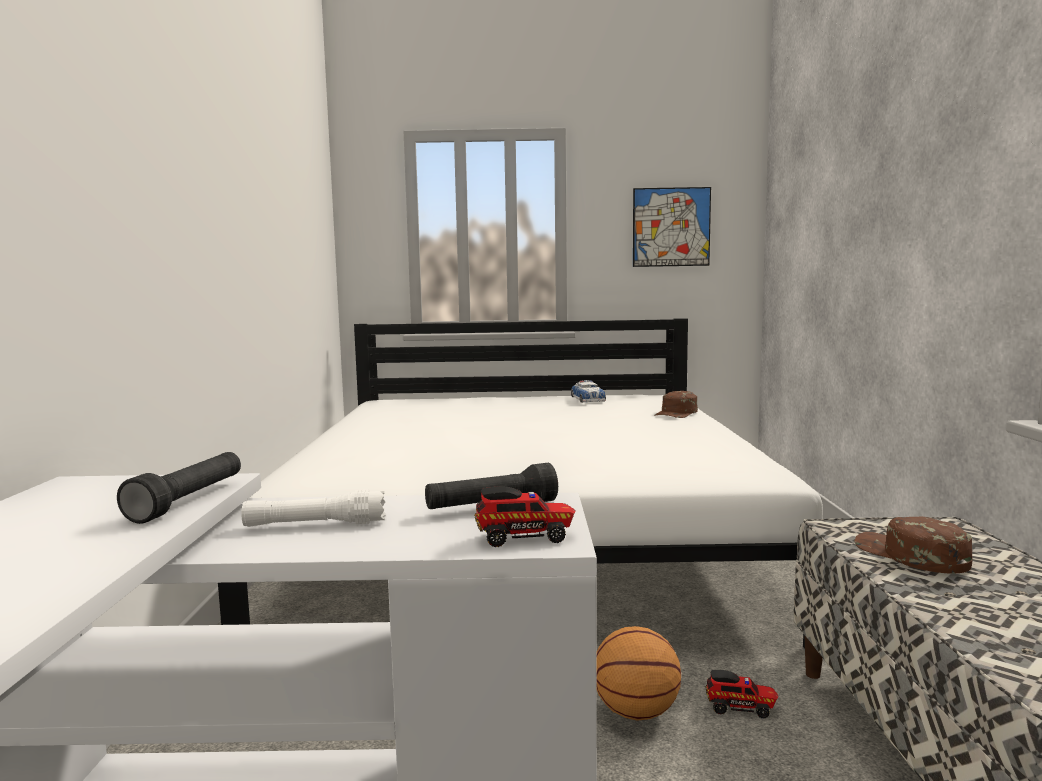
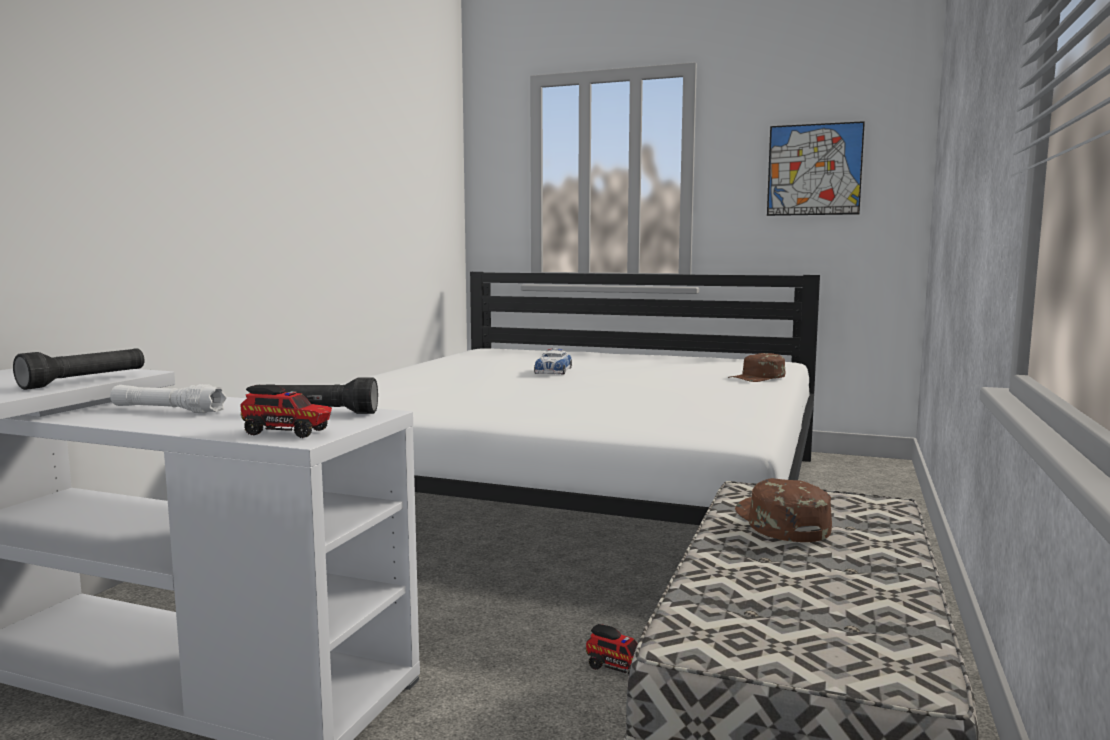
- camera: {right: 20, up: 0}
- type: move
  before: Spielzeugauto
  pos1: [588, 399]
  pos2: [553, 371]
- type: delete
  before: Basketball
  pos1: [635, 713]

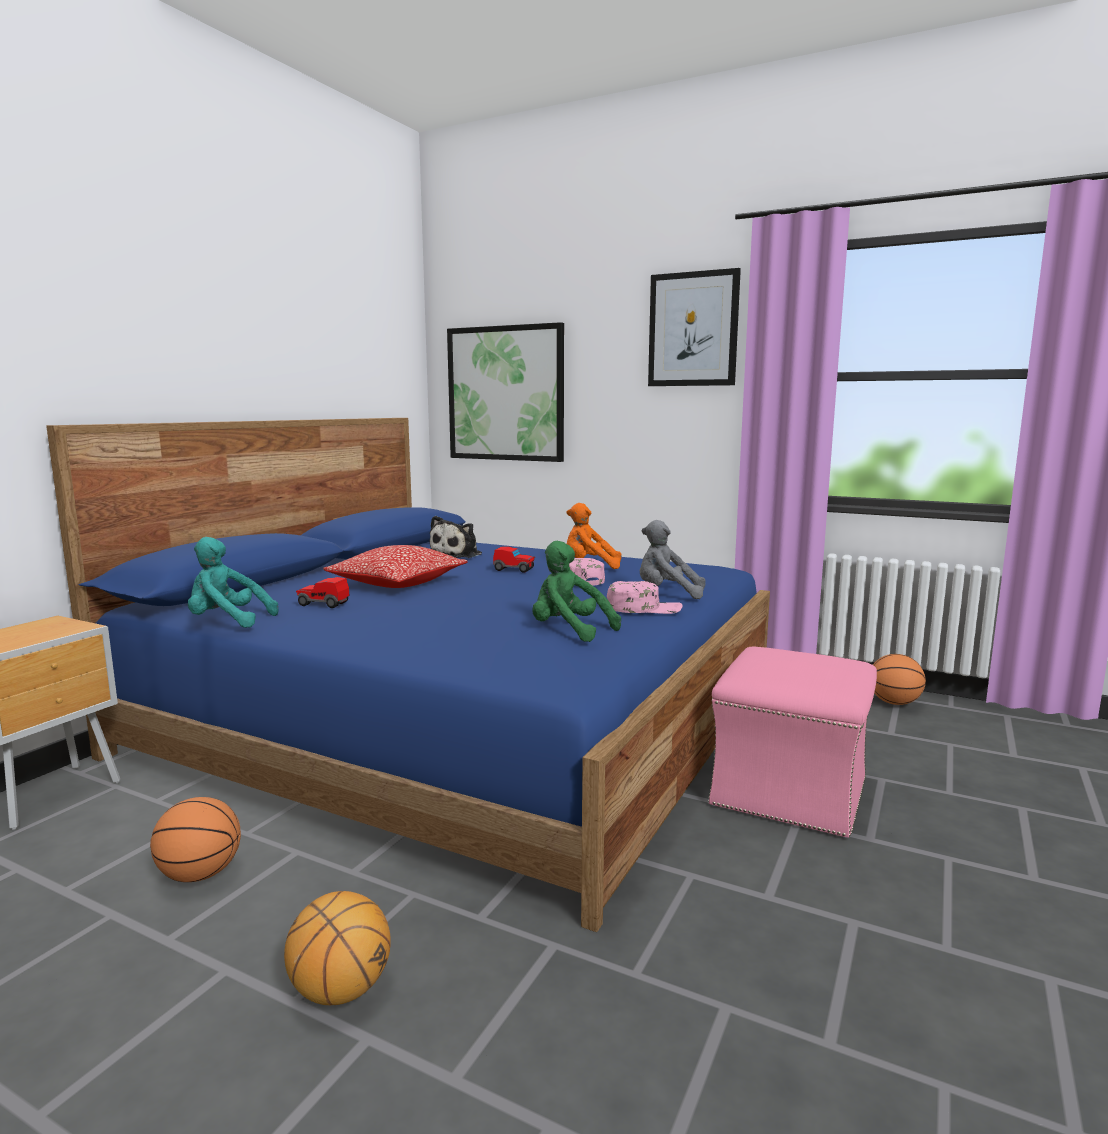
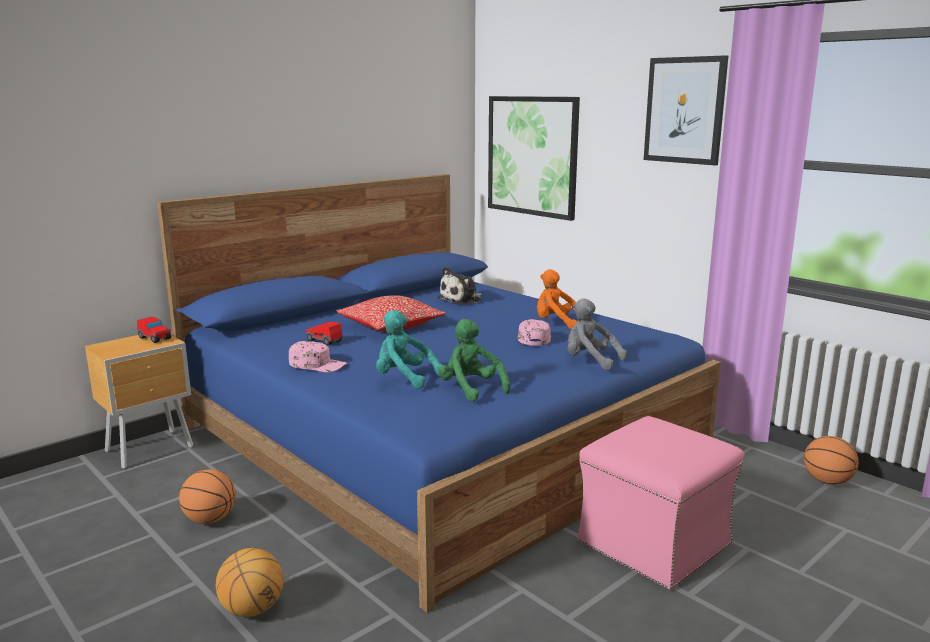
- camera: {right: 20, up: 5}
- type: move
  before: Plüschtier/türkis
  pos1: [227, 621]
  pos2: [404, 378]
- type: move
  before: Spielzeugauto
  pos1: [514, 569]
  pos2: [155, 338]
- type: move
  before: Kappe/rosa
  pos1: [643, 608]
  pos2: [317, 364]

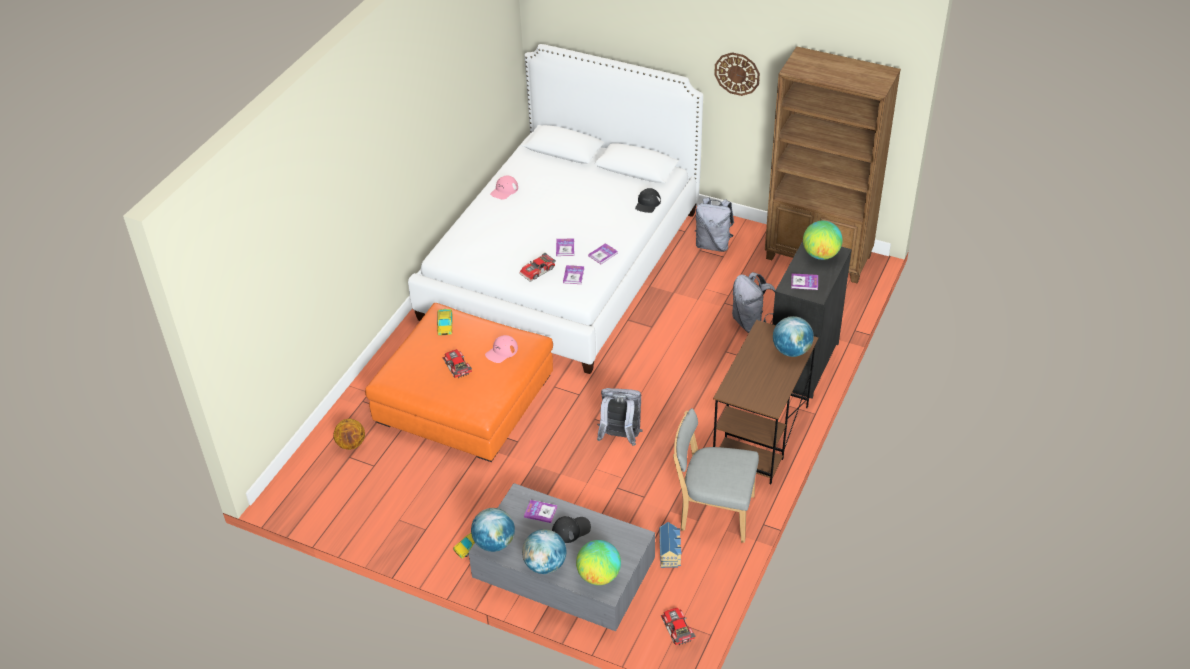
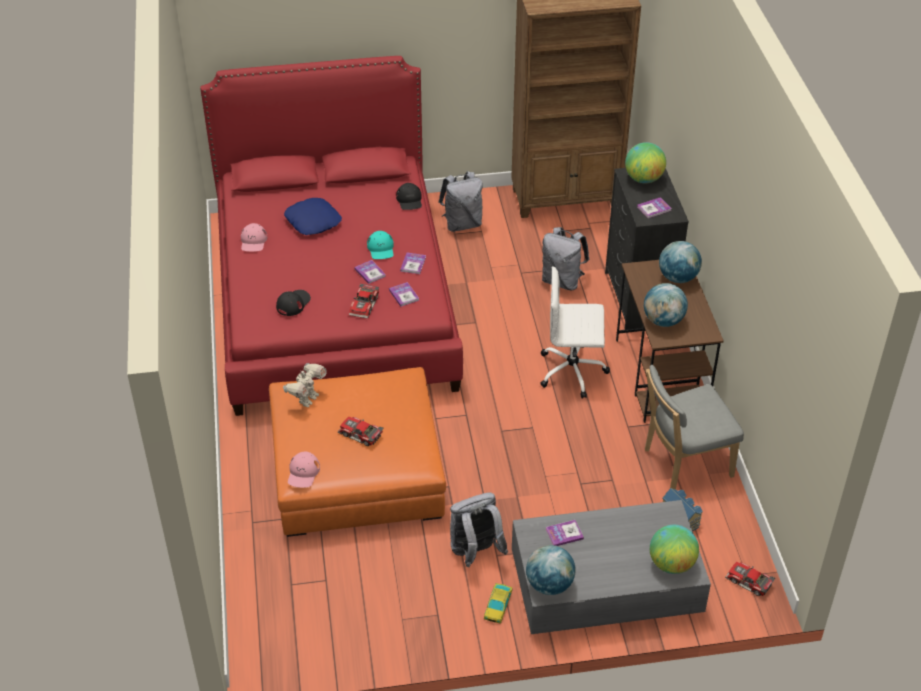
- camera: {right: -35, up: 0}
- type: delete
  before: Basketball
  pos1: [351, 444]
- type: recolor
  before: Bett/weiß
  after: Bett/rot
  pos1: [561, 263]
  pos2: [333, 299]
- type: replace
  before: Spielzeugauto
  after: Spielzeugroboter
  pos1: [445, 324]
  pos2: [307, 399]
- type: move
  before: Kappe/rosa
  pos1: [501, 351]
  pos2: [303, 473]
- type: move
  before: Globus
  pos1: [545, 565]
  pos2: [663, 321]
- type: move
  before: Kappe/schwarz
  pos1: [571, 530]
  pos2: [293, 303]
- type: move
  before: Rucksack/grau
  pos1: [620, 437]
  pos2: [475, 552]
- type: delete
  before: Wanduhr
  pos1: [737, 73]
- type: insert
  after: Kissen/blau
  pos2: [313, 221]
- type: insert
  after: Kappe/türkis
  pos2: [381, 249]
- type: insert
  after: Bürostuhl/weiß
  pos2: [573, 371]

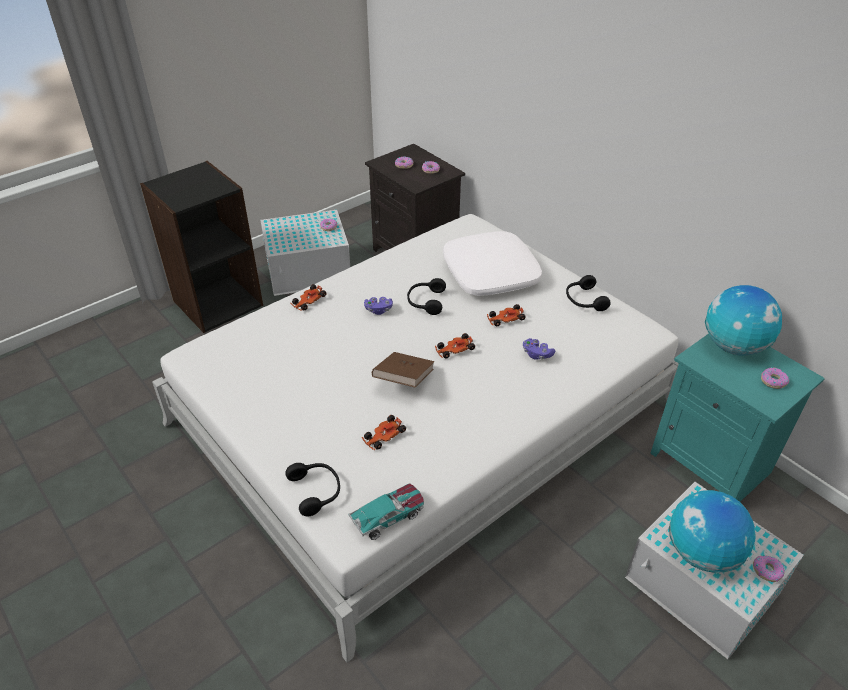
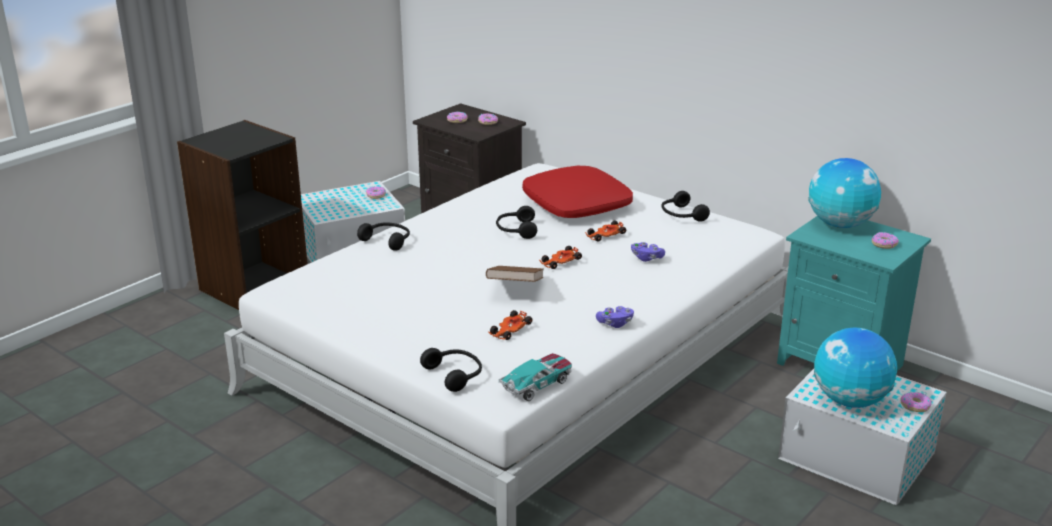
- camera: {right: -10, up: -15}
- type: replace
  before: Spielzeugauto
  after: Kopfhörer/schwarz
  pos1: [308, 301]
  pos2: [387, 240]
- type: move
  before: Gamepad/lila
  pos1: [378, 310]
  pos2: [615, 323]
- type: recolor
  before: Kissen/weiß
  after: Kissen/rot
  pos1: [491, 273]
  pos2: [577, 205]

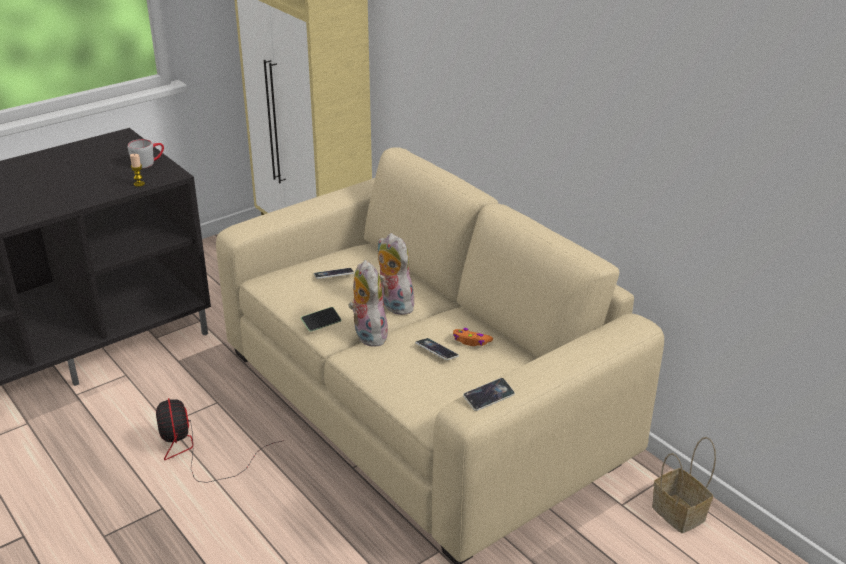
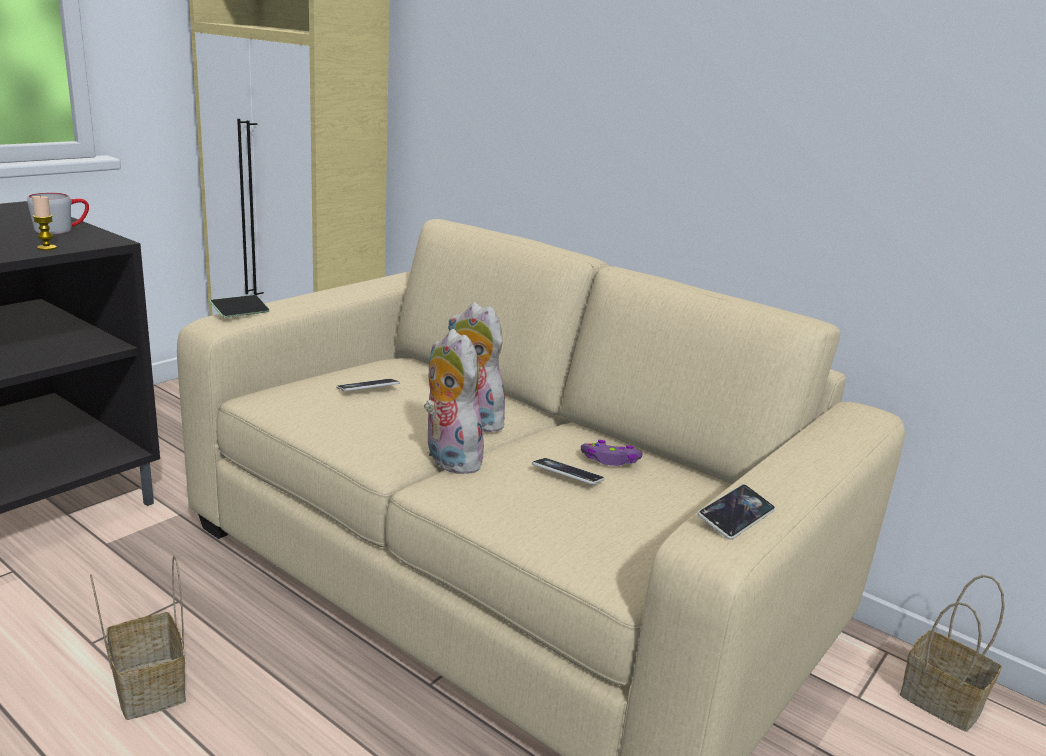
- camera: {right: -15, up: -10}
- type: replace
  before: Ventilator
  after: Korb
  pos1: [196, 452]
  pos2: [147, 686]
- type: move
  before: Handy
  pos1: [321, 324]
  pos2: [240, 314]
- type: recolor
  before: Gamepad/orange
  after: Gamepad/lila
  pos1: [471, 341]
  pos2: [610, 460]

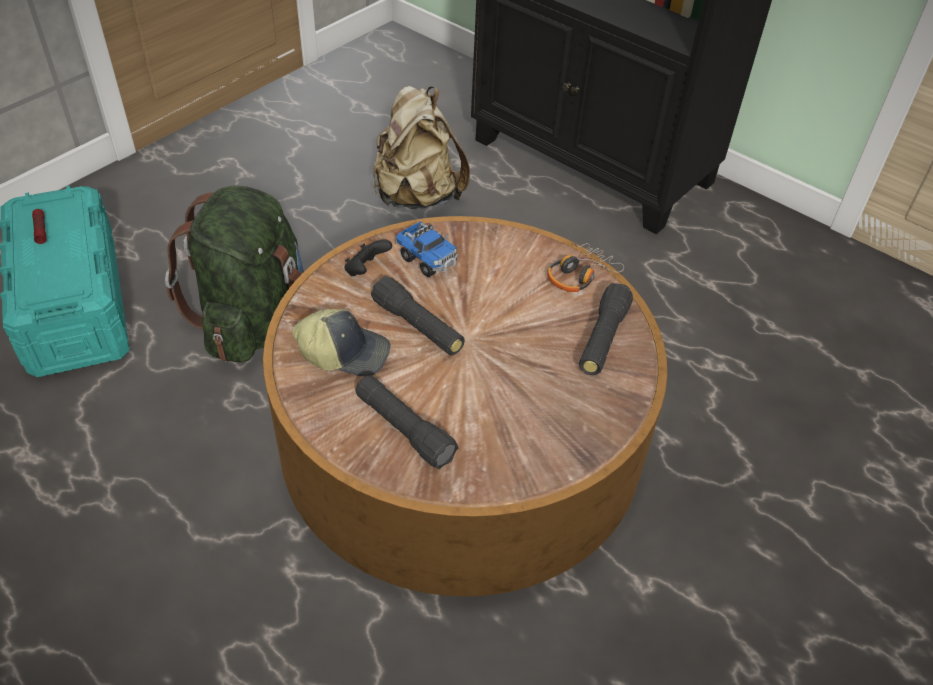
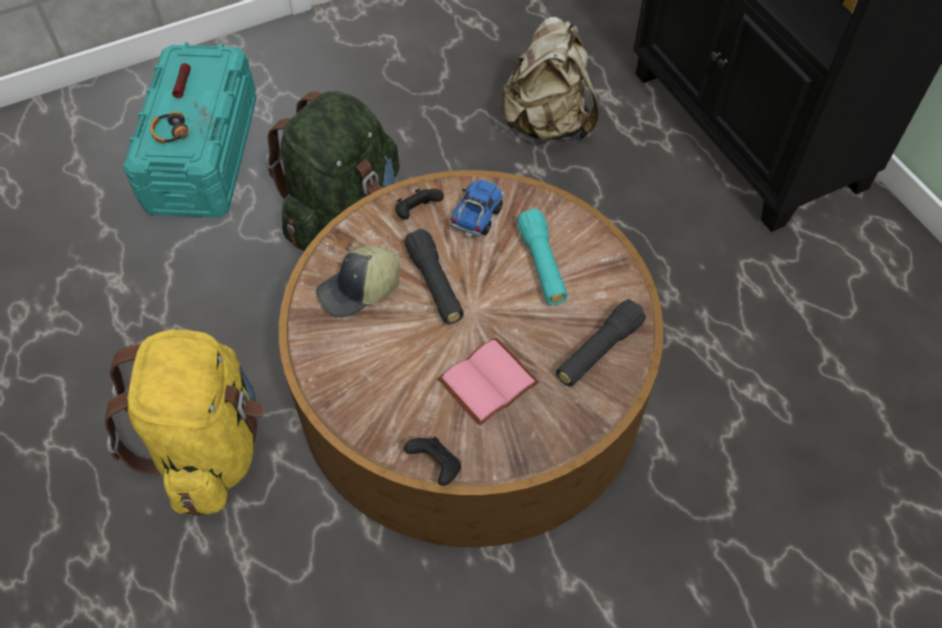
- camera: {right: 25, up: 10}
- type: rotate
  before: Kappe
  pos1: [344, 352]
  pos2: [360, 290]
  turn: 120
- type: delete
  before: Taschenlampe/schwarz
  pos1: [404, 429]
- type: rotate
  before: Spielzeuglaster
  pos1: [427, 260]
  pos2: [477, 218]
  turn: -135
- type: move
  before: Kopfhörer
  pos1: [579, 274]
  pos2: [184, 130]
- type: insert
  after: Rucksack/gelb
  pos2: [210, 446]
- type: insert
  after: Gamepad/schwarz
  pos2: [436, 466]
- type: insert
  after: Buch/rosa
  pos2: [487, 379]
- type: insert
  after: Taschenlampe/türkis
  pos2: [542, 265]

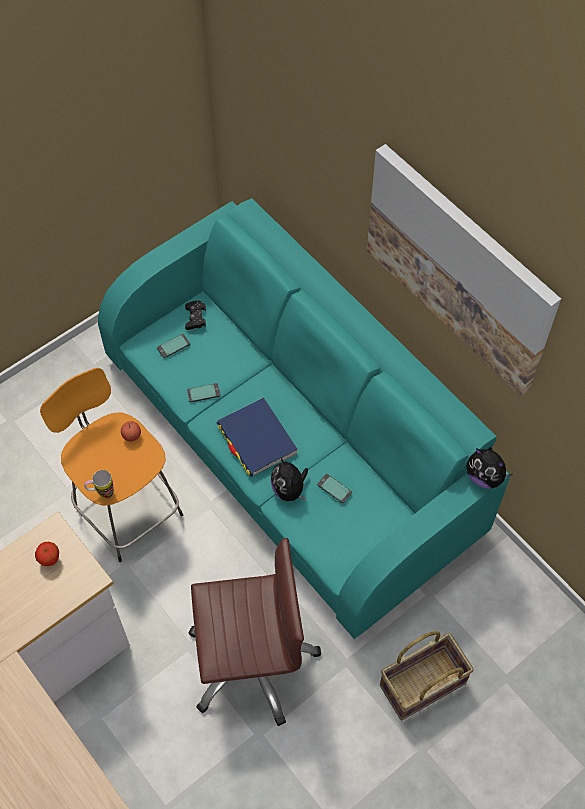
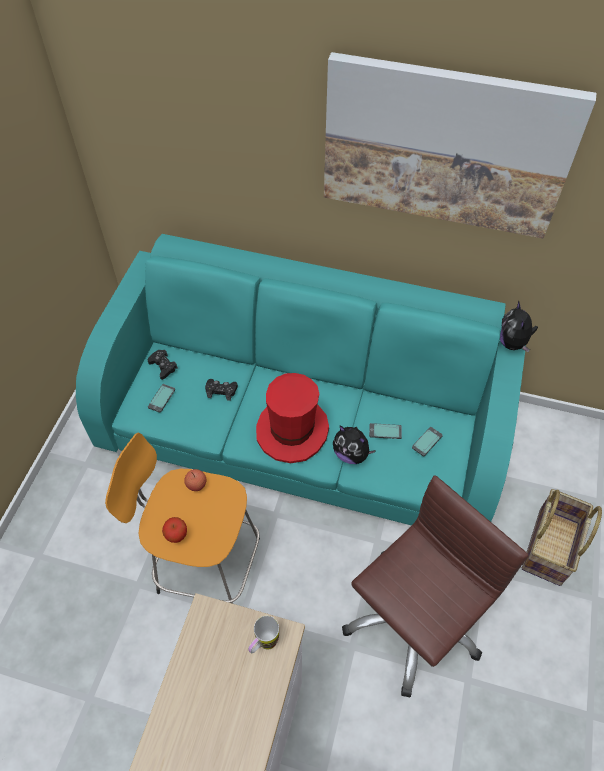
- camera: {right: -35, up: -5}
- type: move
  before: Apfel
  pos1: [50, 560]
  pos2: [177, 536]
- type: move
  before: Henkelbecher
  pos1: [101, 493]
  pos2: [263, 645]
- type: move
  before: Handy
  pos1: [203, 393]
  pos2: [426, 441]
- type: replace
  before: Buch/blau
  after: Hut/rot
  pos1: [257, 439]
  pos2: [292, 430]
- type: rotate
  before: Plüschtier
  pos1: [484, 477]
  pos2: [512, 343]
  turn: 90
- type: insert
  after: Gamepad/schwarz
  pos2: [221, 391]

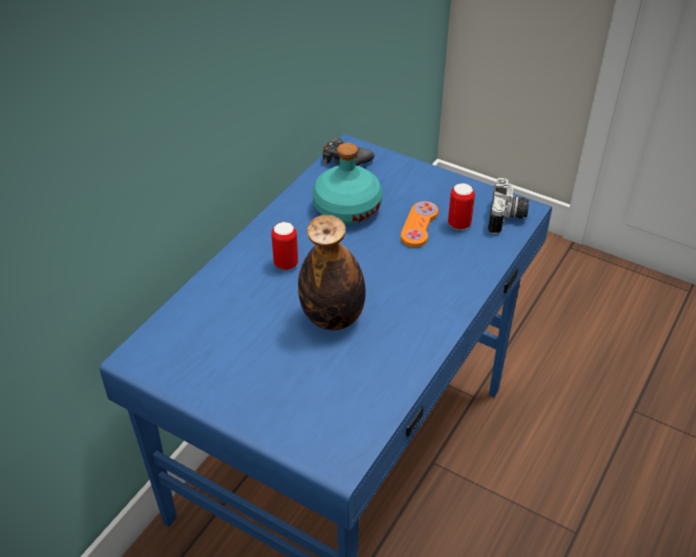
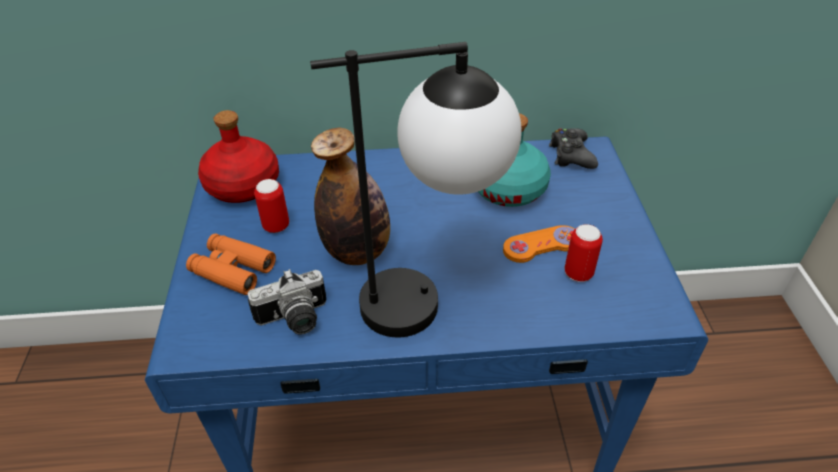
- camera: {right: 55, up: 0}
- type: move
  before: Dose
  pos1: [286, 264]
  pos2: [276, 226]
- type: move
  before: Kamera
  pos1: [507, 218]
  pos2: [294, 320]
- type: insert
  after: Fernglas/orange
  pos2: [232, 270]
- type: insert
  after: Flasche/rot
  pos2: [243, 185]
- type: insert
  after: Tischlampe
  pos2: [431, 300]

